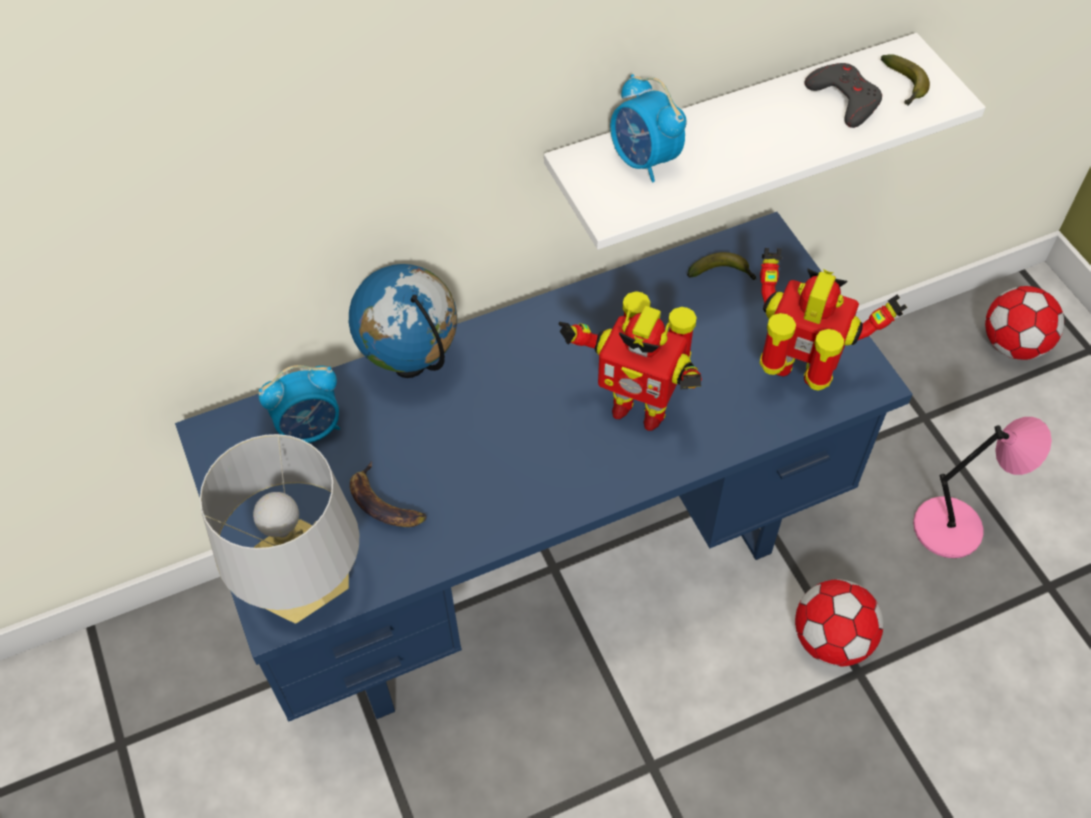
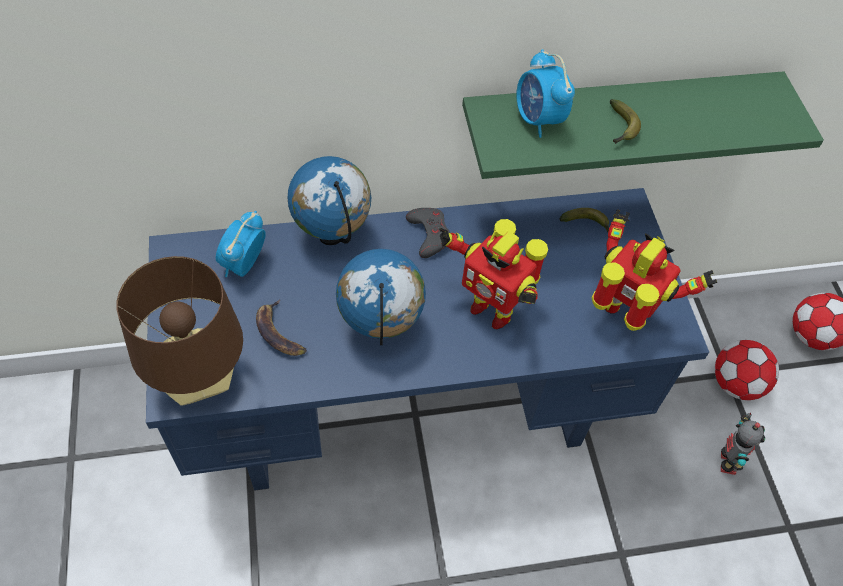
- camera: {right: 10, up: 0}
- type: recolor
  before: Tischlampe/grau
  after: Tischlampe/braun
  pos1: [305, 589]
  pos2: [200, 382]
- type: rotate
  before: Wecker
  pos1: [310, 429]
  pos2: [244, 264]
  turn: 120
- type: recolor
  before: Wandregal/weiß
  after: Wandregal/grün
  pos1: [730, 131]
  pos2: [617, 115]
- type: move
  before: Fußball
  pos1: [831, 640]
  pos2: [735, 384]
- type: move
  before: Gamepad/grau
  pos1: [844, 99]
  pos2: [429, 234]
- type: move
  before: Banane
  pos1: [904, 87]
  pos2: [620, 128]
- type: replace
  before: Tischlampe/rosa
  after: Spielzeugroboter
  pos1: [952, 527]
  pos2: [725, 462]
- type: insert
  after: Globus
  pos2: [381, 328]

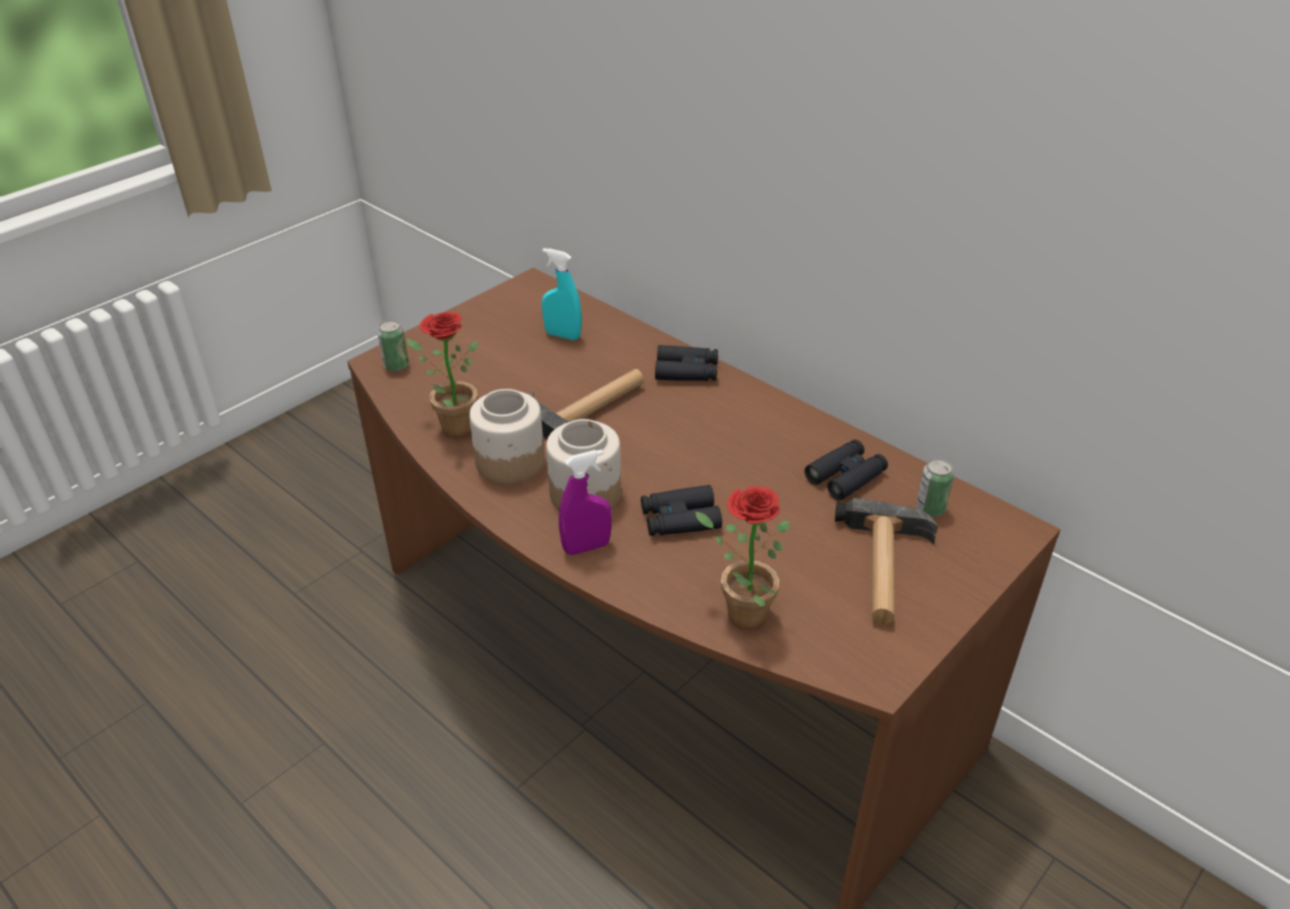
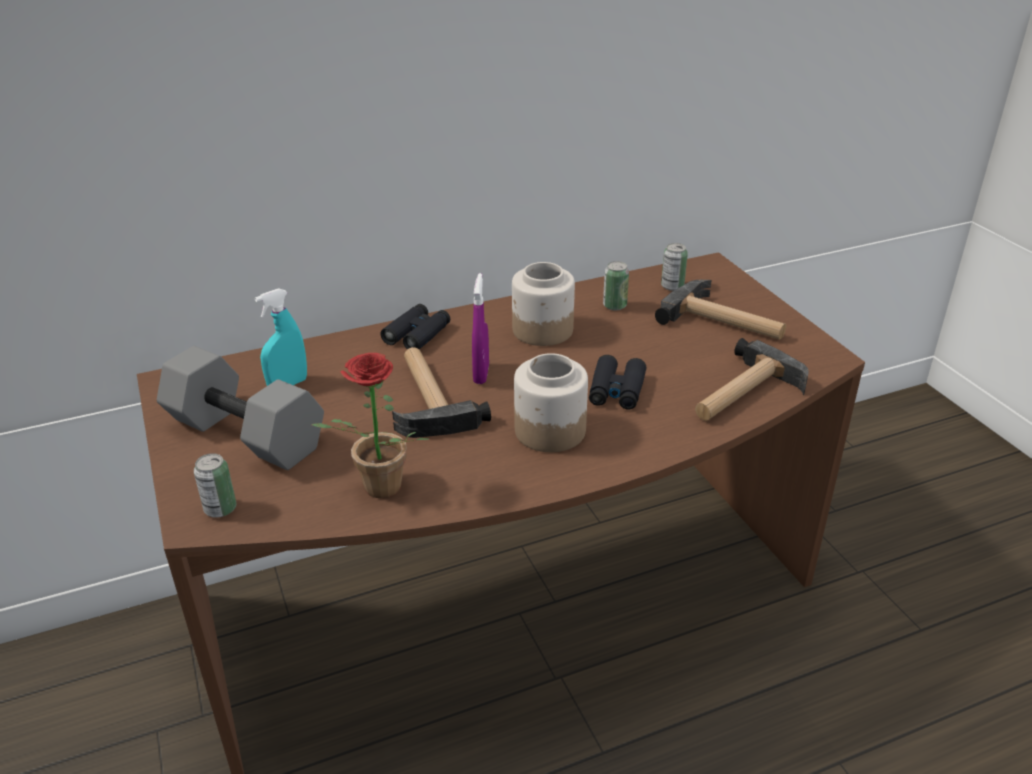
- camera: {right: -65, up: -5}
- type: move
  before: Vorratsglas
  pos1: [509, 462]
  pos2: [542, 331]
- type: move
  before: Sprühflasche/lila
  pos1: [586, 547]
  pos2: [481, 374]
- type: replace
  before: Topfpflanze
  after: Hammer
  pos1: [738, 613]
  pos2: [742, 394]
- type: replace
  before: Fernglas/schwarz
  after: Dose
  pos1: [846, 476]
  pos2: [614, 306]
- type: insert
  after: Hantel/grau
  pos2: [248, 433]

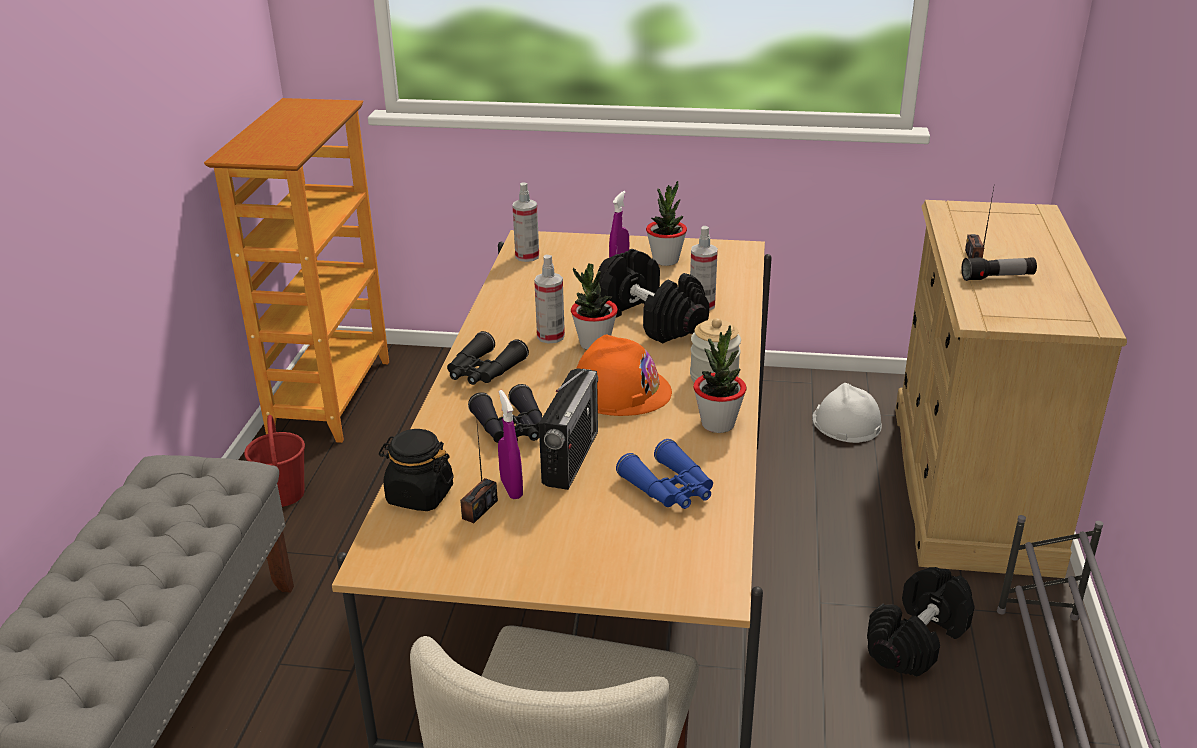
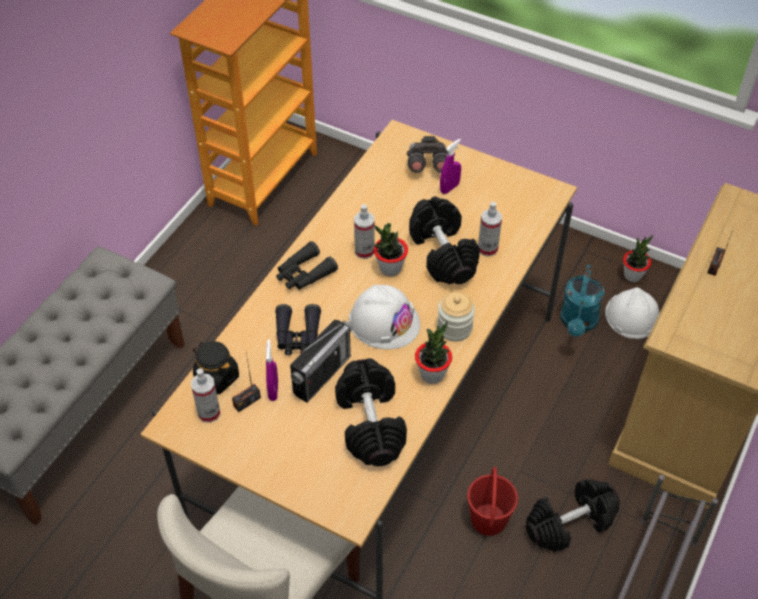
- camera: {right: 20, up: 20}
- type: move
  before: Eimer/rot
  pos1: [283, 494]
  pos2: [488, 519]
- type: move
  before: Sprühflasche
  pos1: [527, 256]
  pos2: [209, 413]
- type: recolor
  before: Schutzhelm/orange
  after: Schutzhelm/weiß
  pos1: [620, 391]
  pos2: [384, 321]
- type: replace
  before: Fernglas/blau
  after: Hantel/schwarz
  pos1: [670, 489]
  pos2: [370, 423]
- type: move
  before: Topfpflanze
  pos1: [666, 260]
  pos2: [632, 275]
- type: delete
  before: Taschenlampe
  pos1: [997, 278]
- type: insert
  after: Fernglas/grau
  pos2: [427, 165]
- type: insert
  after: Gießkanne/türkis
  pos2: [578, 323]

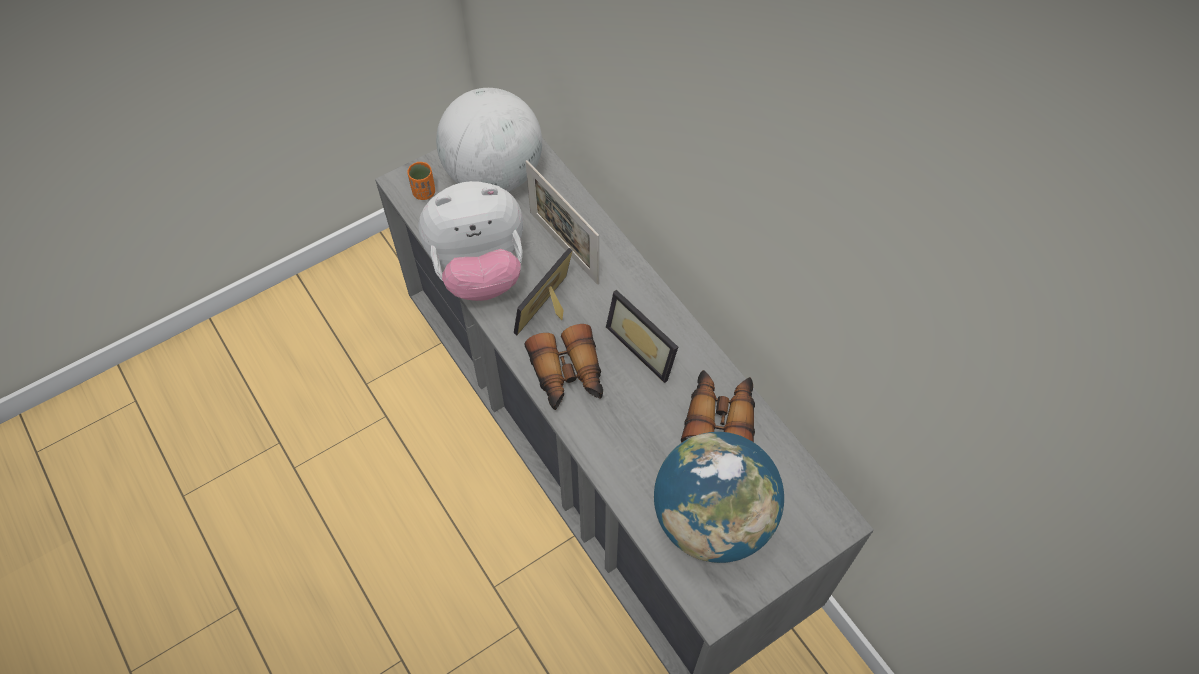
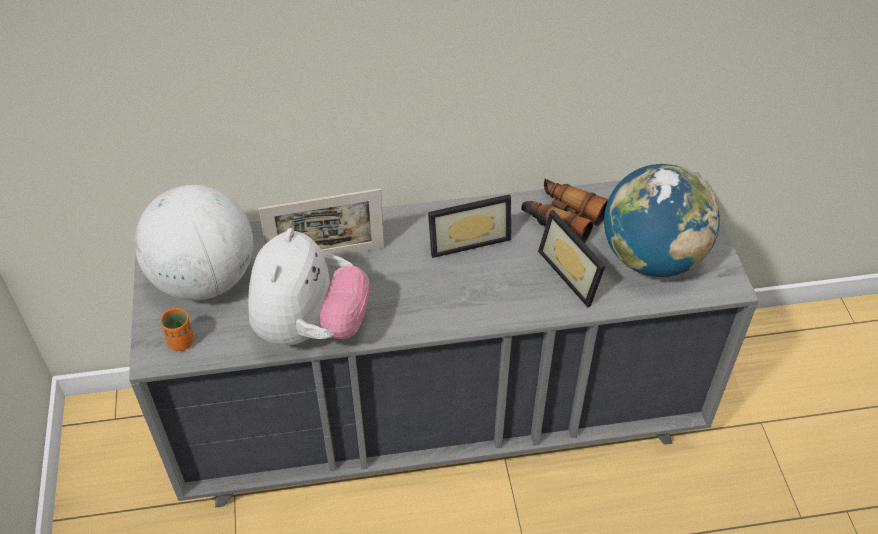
- camera: {right: -65, up: -10}
- type: move
  before: Bilderrahmen
  pos1: [551, 311]
  pos2: [575, 272]
- type: delete
  before: Fernglas
  pos1: [568, 376]

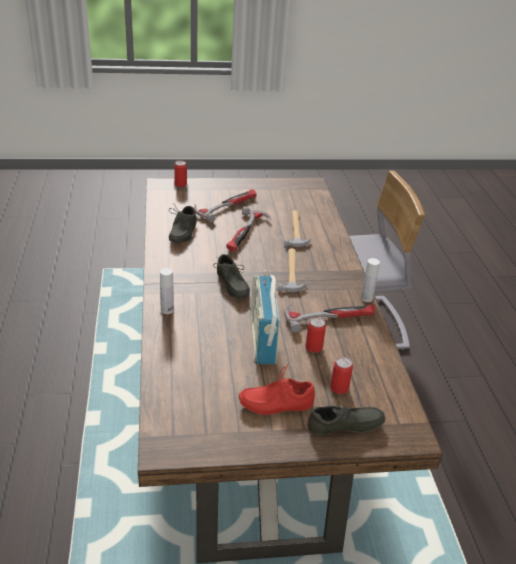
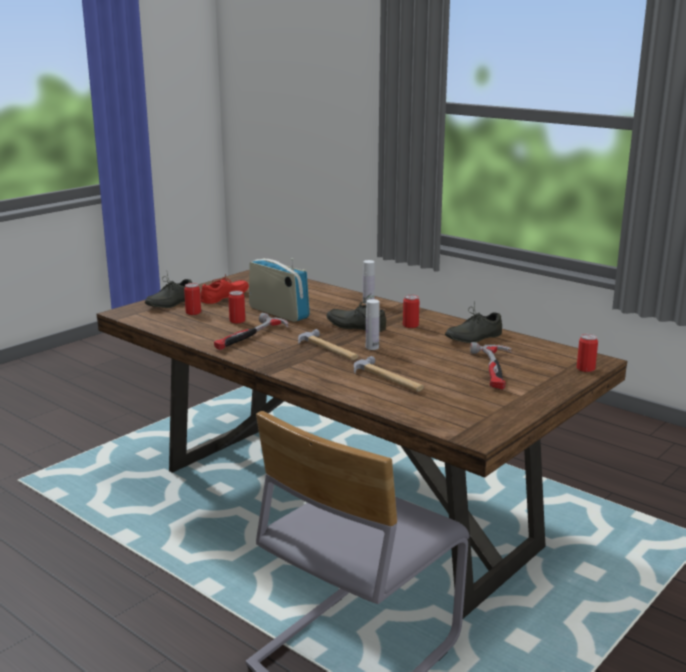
- camera: {right: 140, up: -15}
- type: rotate
  before: Schuh/grau
  pos1: [181, 232]
  pos2: [472, 337]
  turn: -90
- type: delete
  before: Hammer
  pos1: [246, 233]
- type: move
  before: Flasche/weiß
  pos1: [366, 298]
  pos2: [372, 347]
- type: insert
  after: Dose
  pos2: [410, 325]

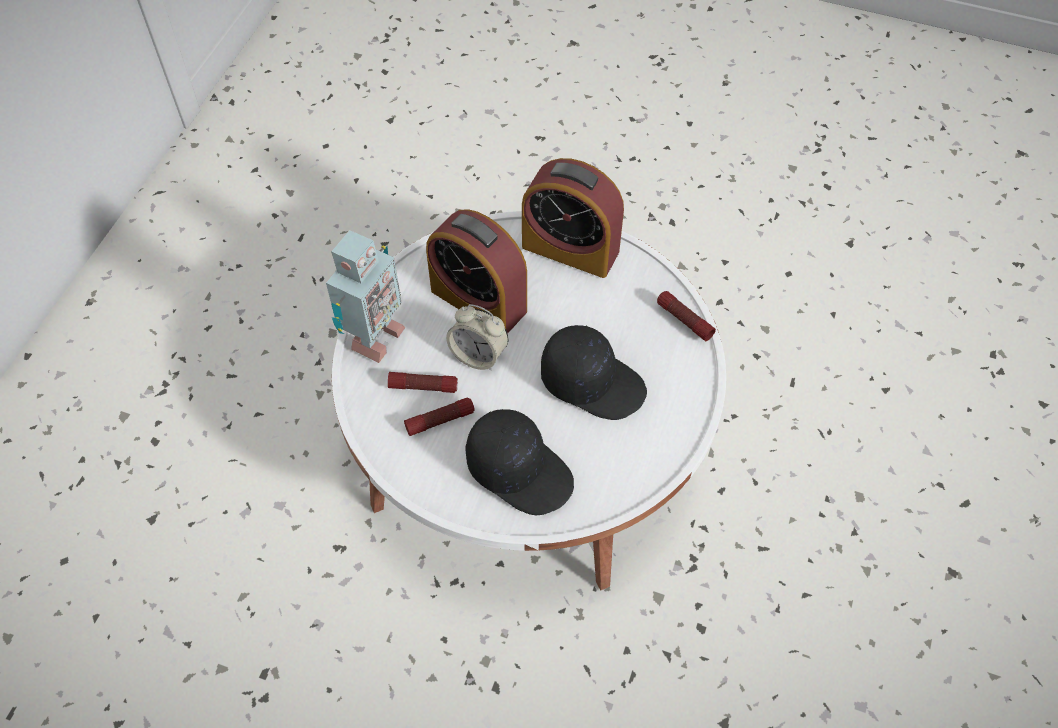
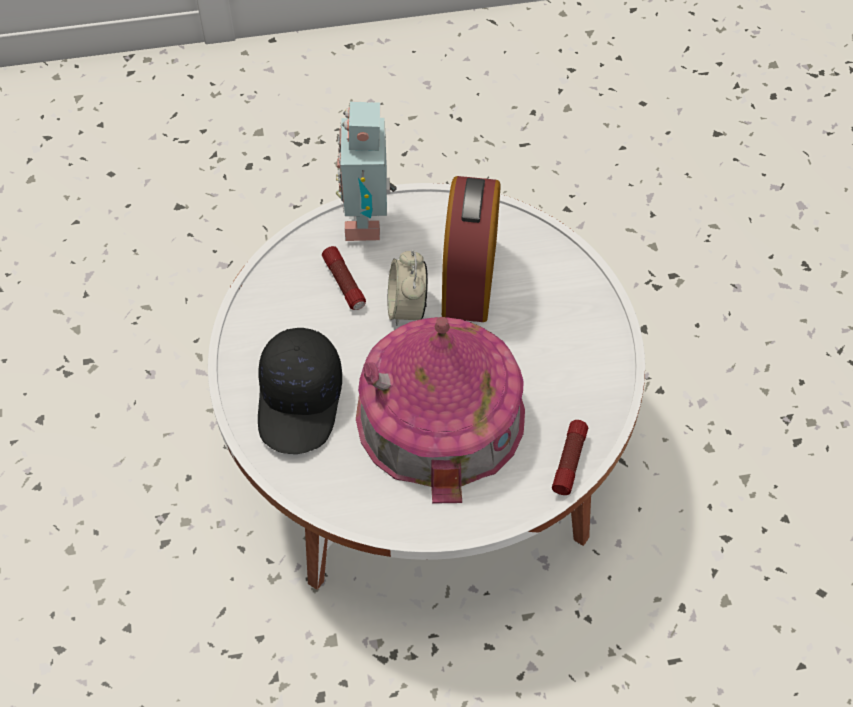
- camera: {right: 60, up: 0}
- type: rotate
  before: Spielzeugroboter
  pos1: [373, 338]
  pos2: [368, 219]
  turn: 90
- type: delete
  before: Taschenlampe
  pos1: [440, 420]
- type: delete
  before: Wecker
  pos1: [570, 249]
- type: replace
  before: Kappe/schwarz
  after: Spielzeughaus
  pos1: [592, 381]
  pos2: [440, 415]

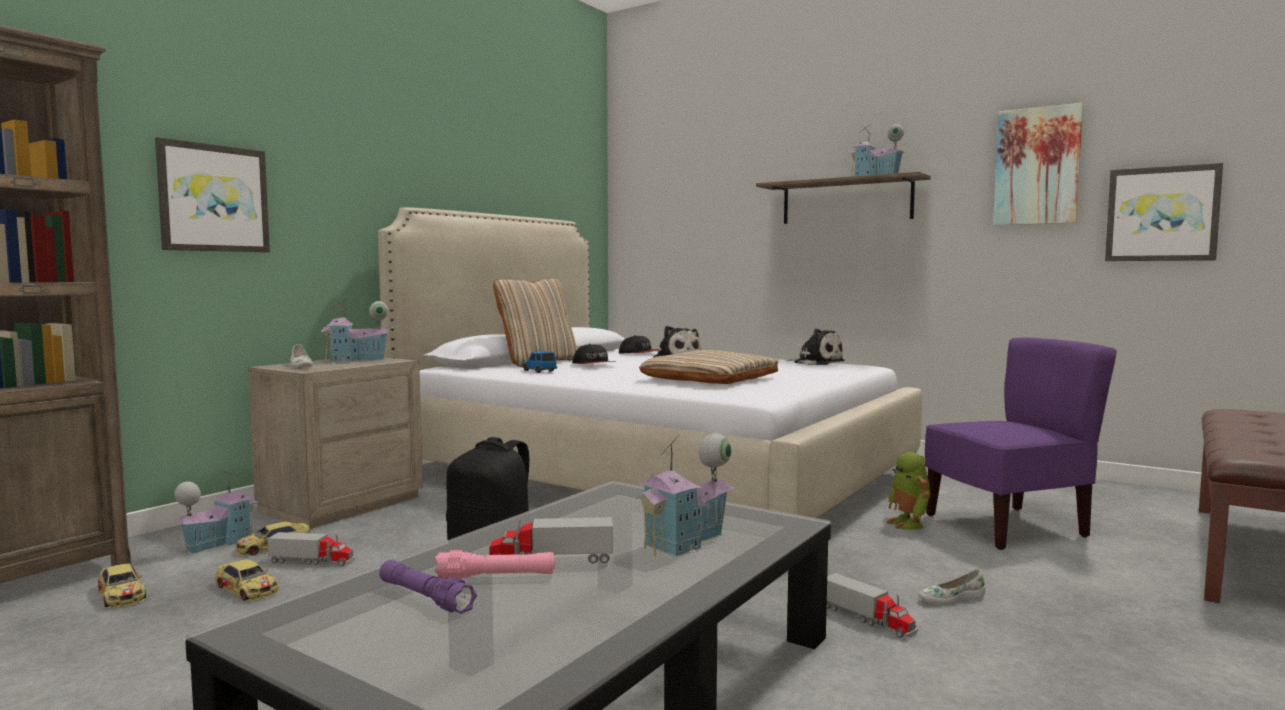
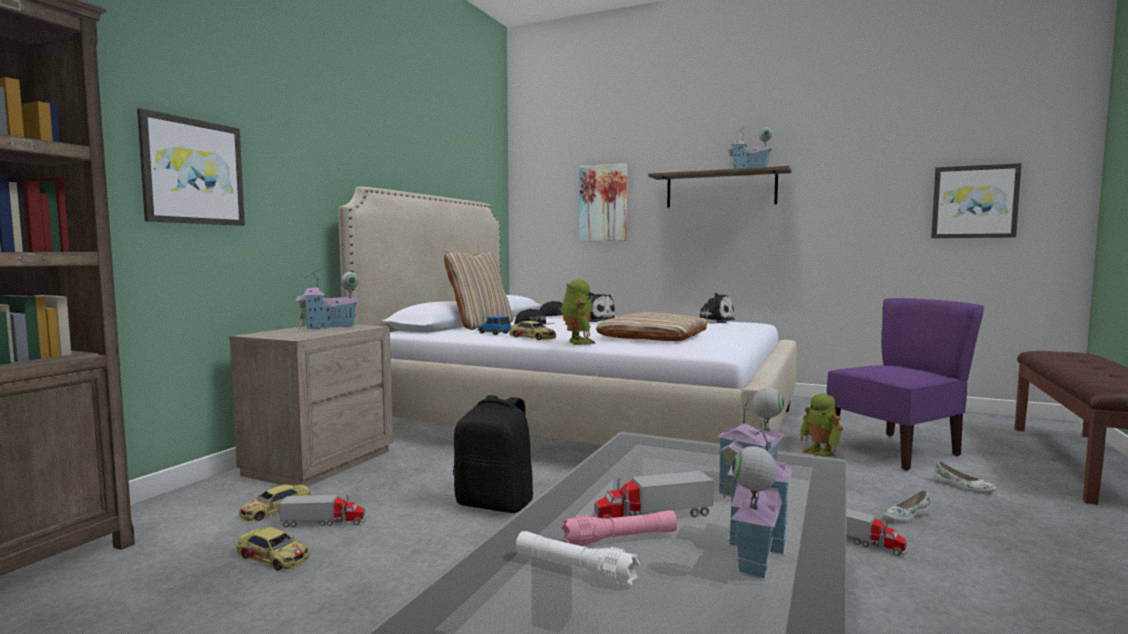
- camera: {right: -10, up: 0}
- type: move
  before: Spielzeugauto
  pos1: [121, 593]
  pos2: [532, 337]
- type: move
  before: Spielzeughaus
  pos1: [218, 543]
  pos2: [754, 551]
- type: move
  before: Schuh/weiß
  pos1: [300, 366]
  pos2: [963, 487]
- type: recolor
  before: Taschenlampe/lila
  after: Taschenlampe/weiß
  pos1: [425, 598]
  pos2: [574, 569]
- type: move
  before: Bild
  pos1: [1037, 166]
  pos2: [603, 203]
- type: insert
  after: Spielzeugroboter
  pos2: [577, 342]

